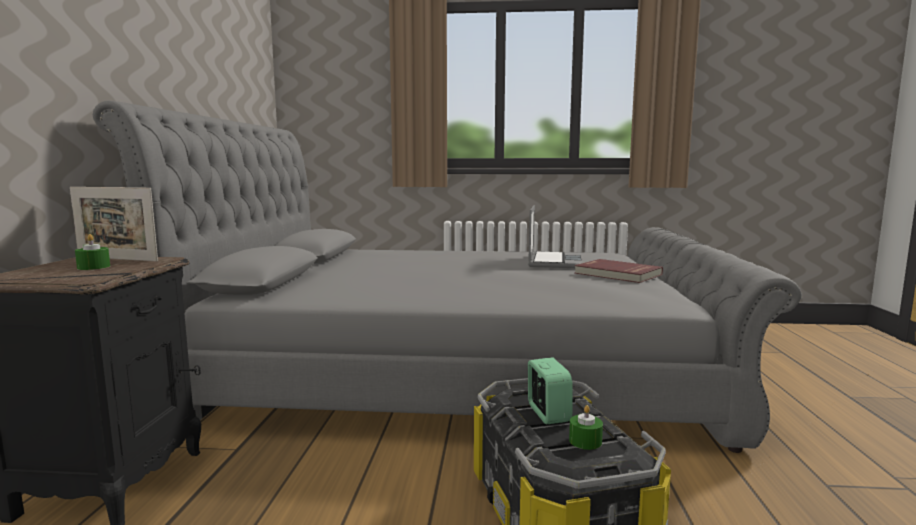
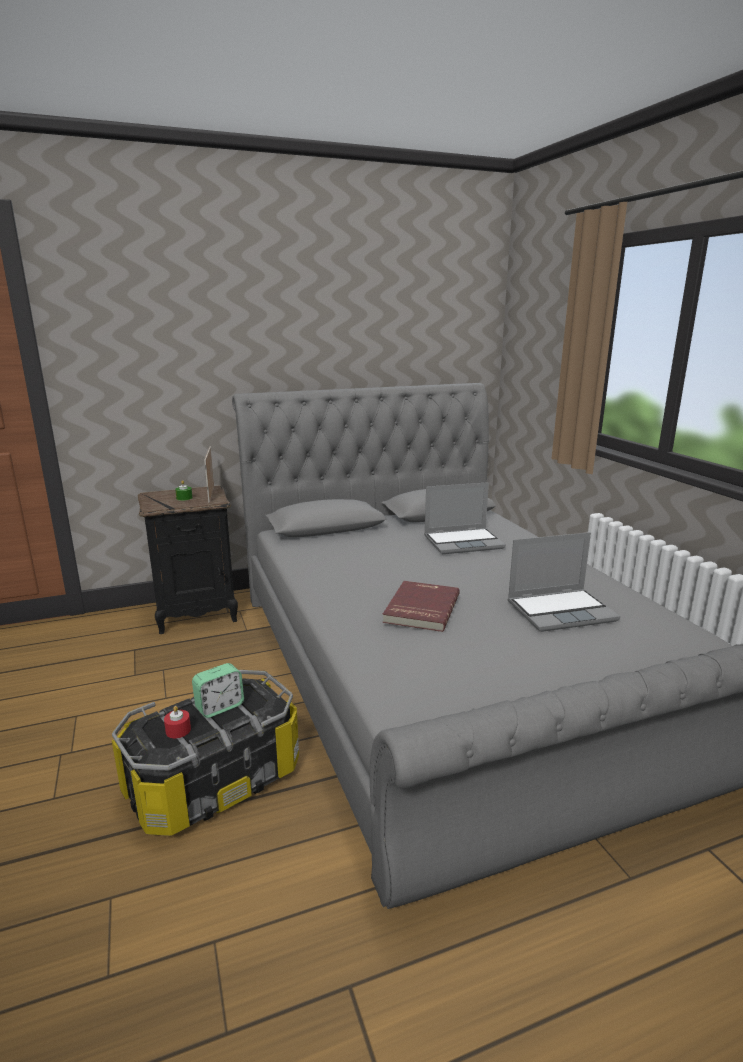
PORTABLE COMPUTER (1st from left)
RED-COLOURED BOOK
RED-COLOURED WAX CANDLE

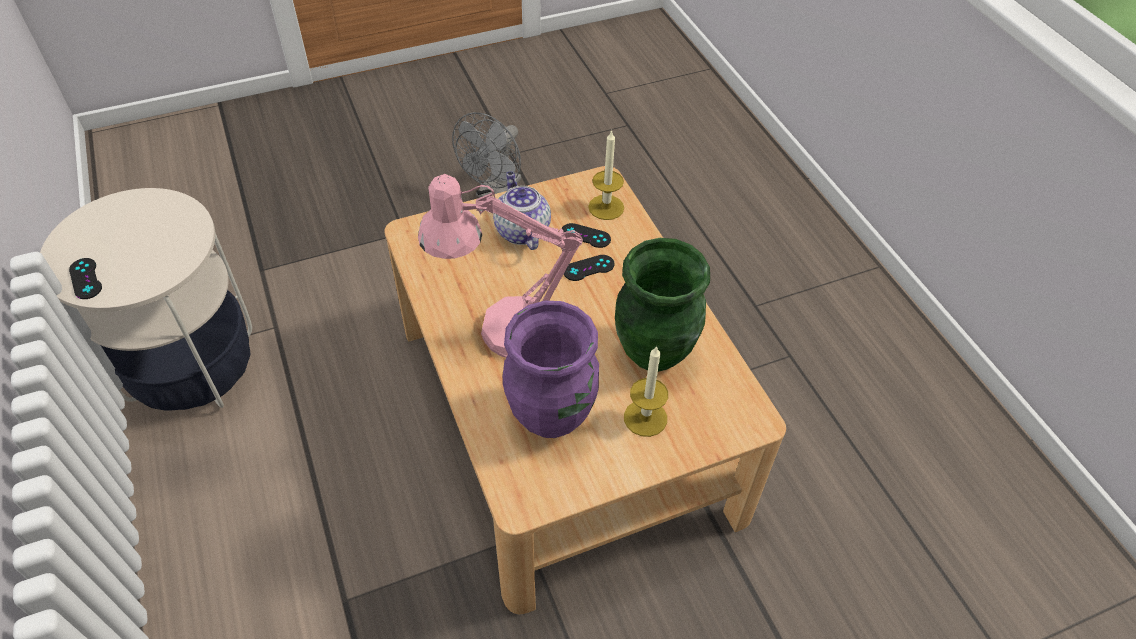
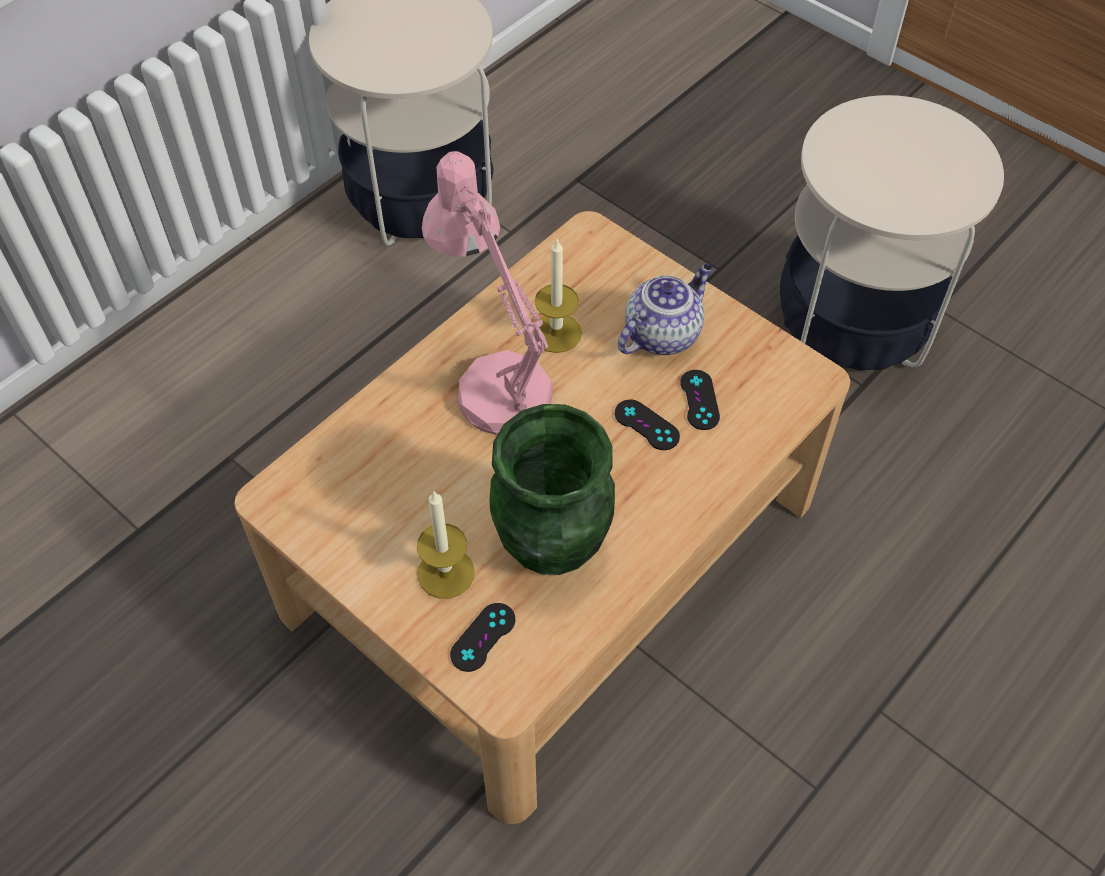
PURPLE DECORATIVE VASE
BLACKISH GAMEPAD (1st from left)
WAX CANDLE (2nd from left)
BEIGE SIDE TABLE (2nd from left)

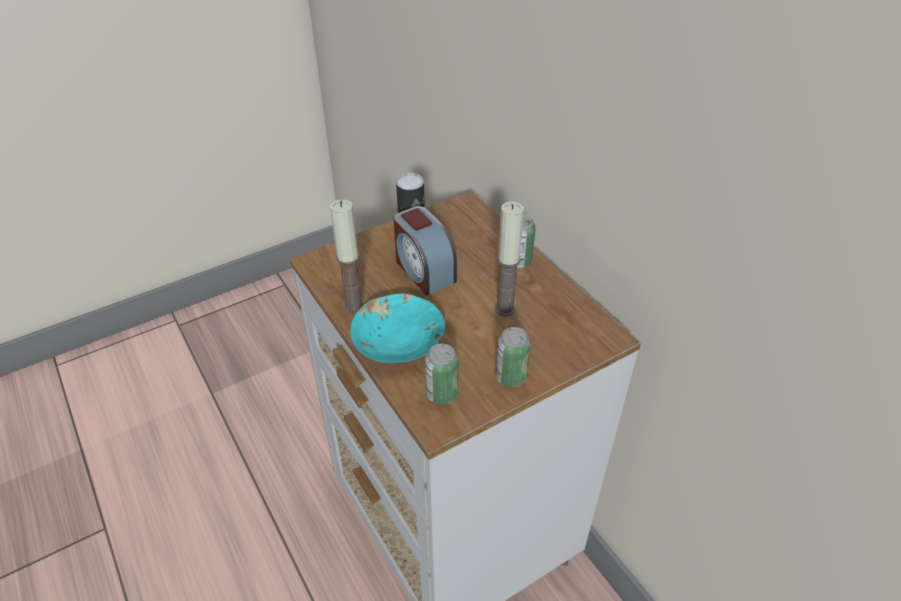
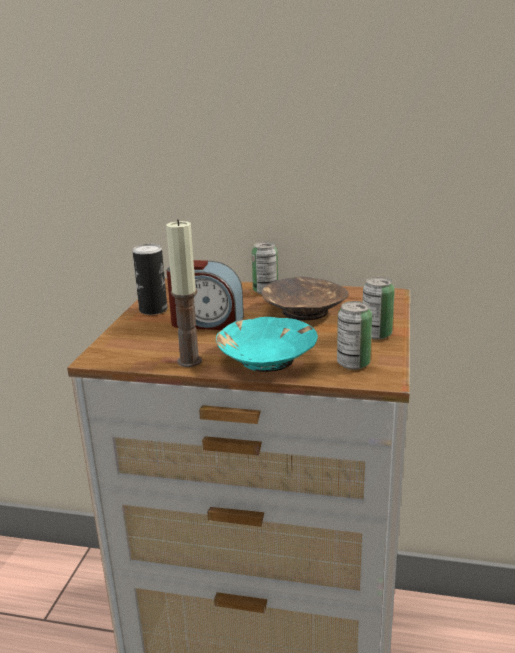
BROWNISH SERVING BOWL

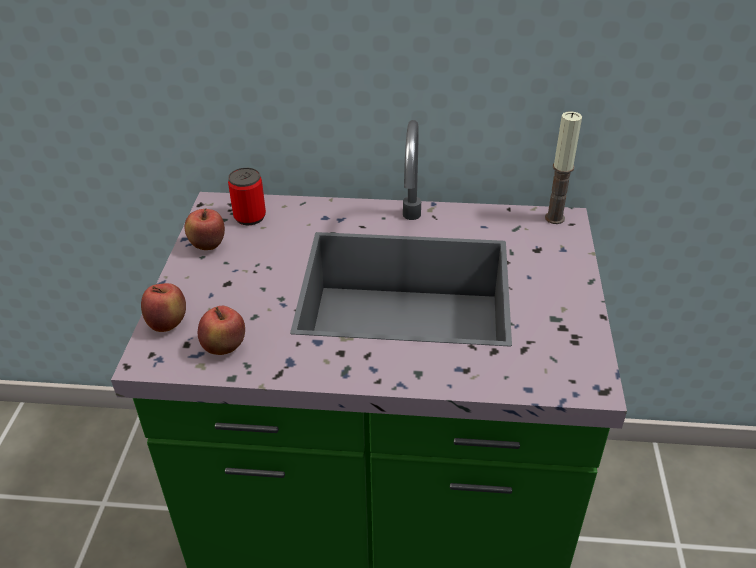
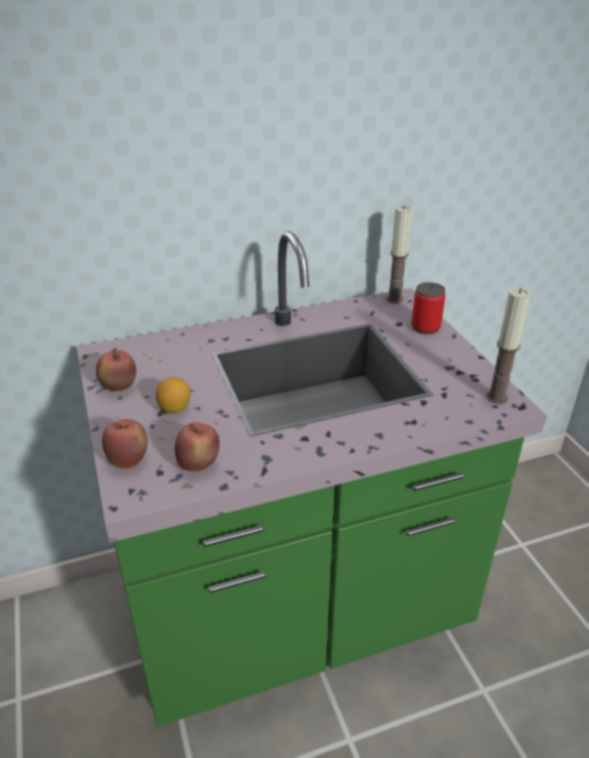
LEMON
WAX CANDLE (2nd from left)
METAL CAN

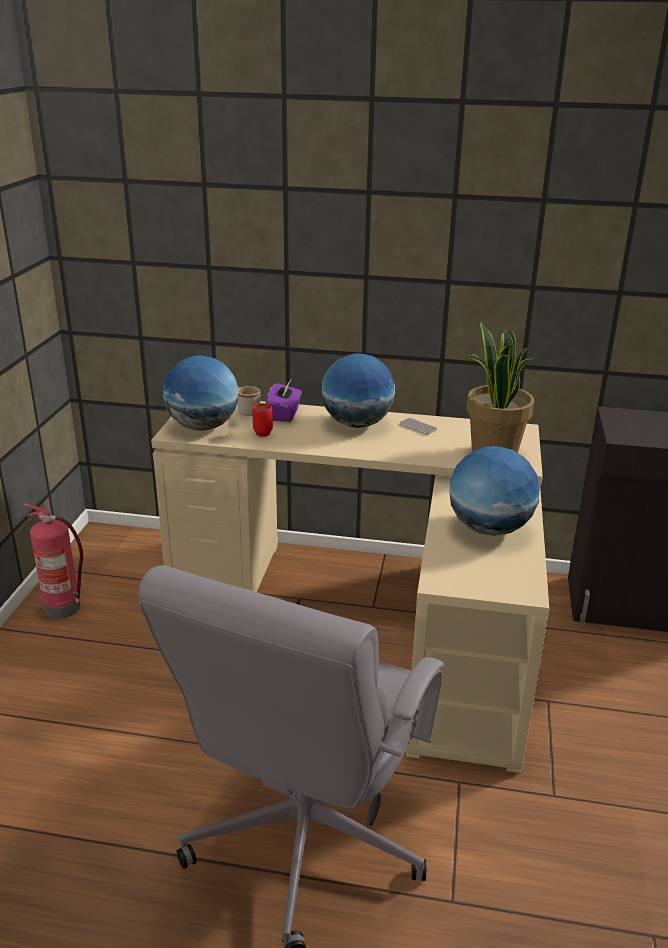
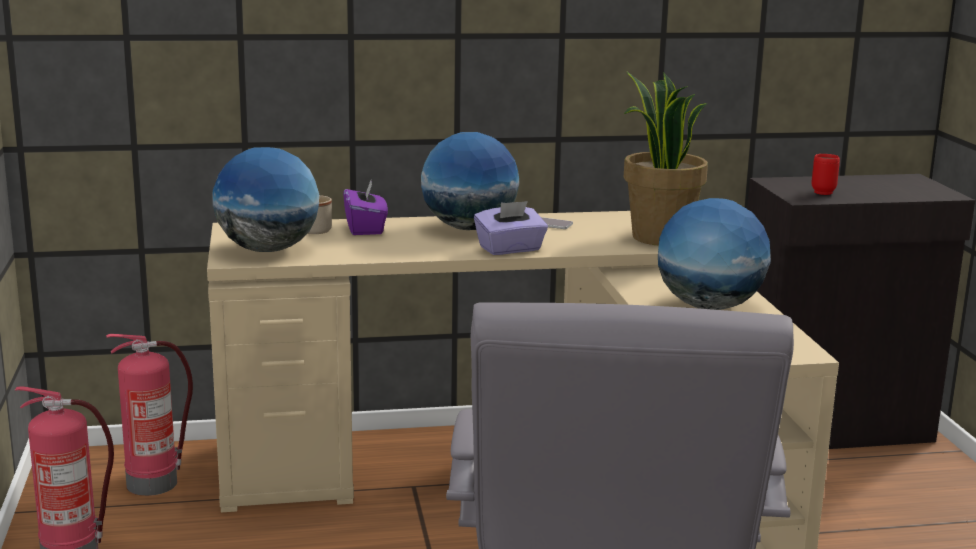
FIRE-FIGHTING CYLINDER (2nd from left)
PURPLE TISSUE HOLDER (2nd from left)
RED-COLOURED COFFEE MUG

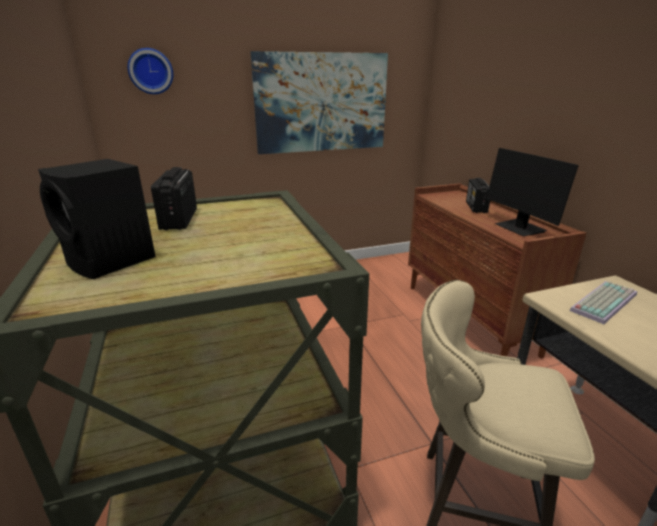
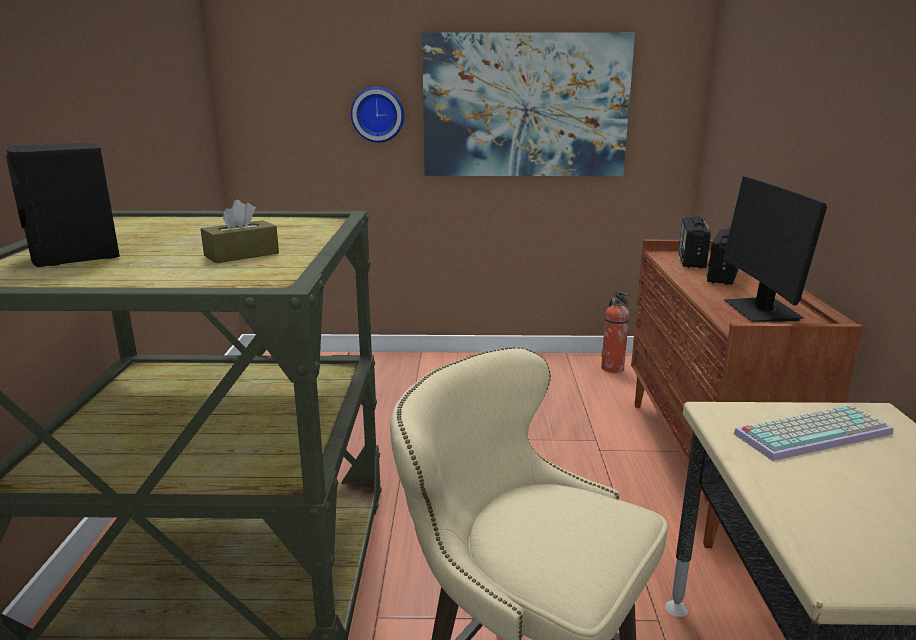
BROWNISH TISSUE HOLDER
FIRE-FIGHTING CYLINDER
CLOCK ON THE WALL
RADIO SET (1st from left)

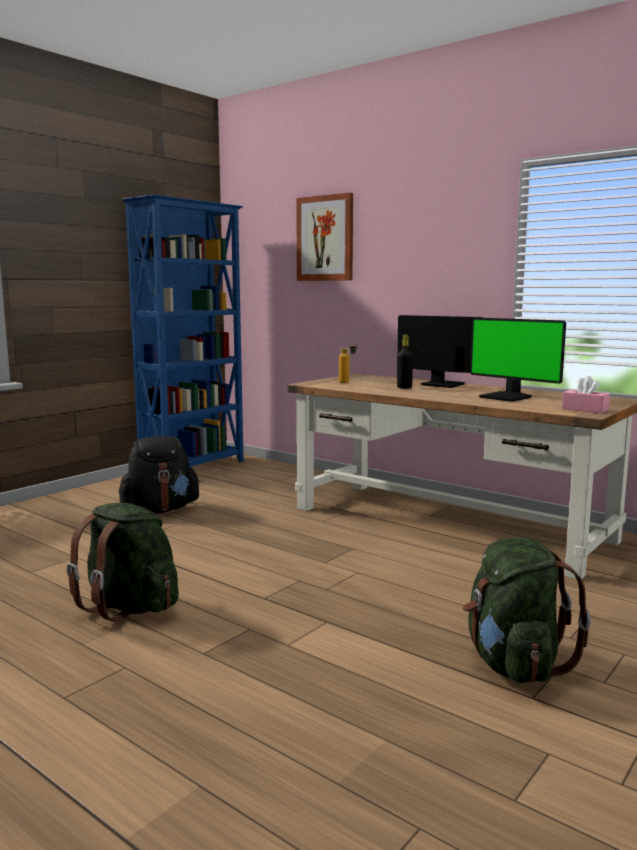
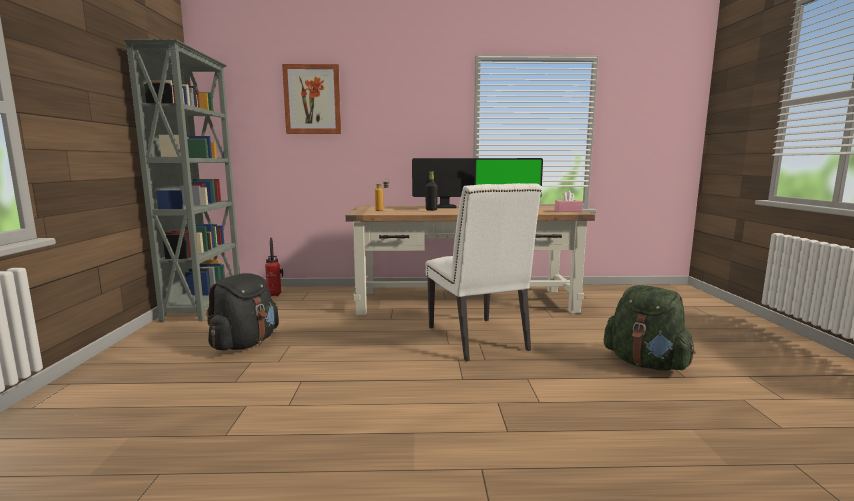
GREENISH RUCKSACK (1st from left in the first image)
FIRE-FIGHTING CYLINDER
WHITISH PLAIN CHAIR
GREYISH SHELVING UNIT

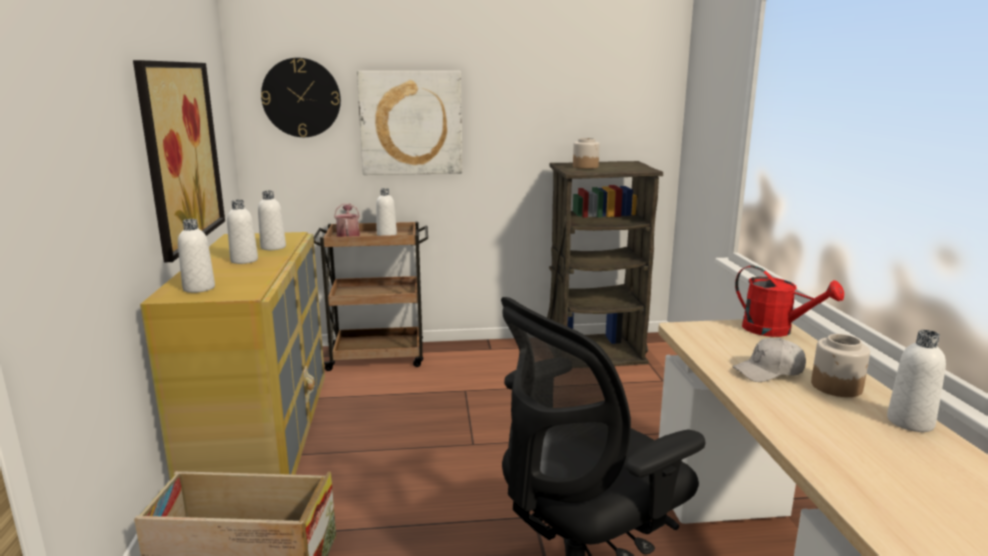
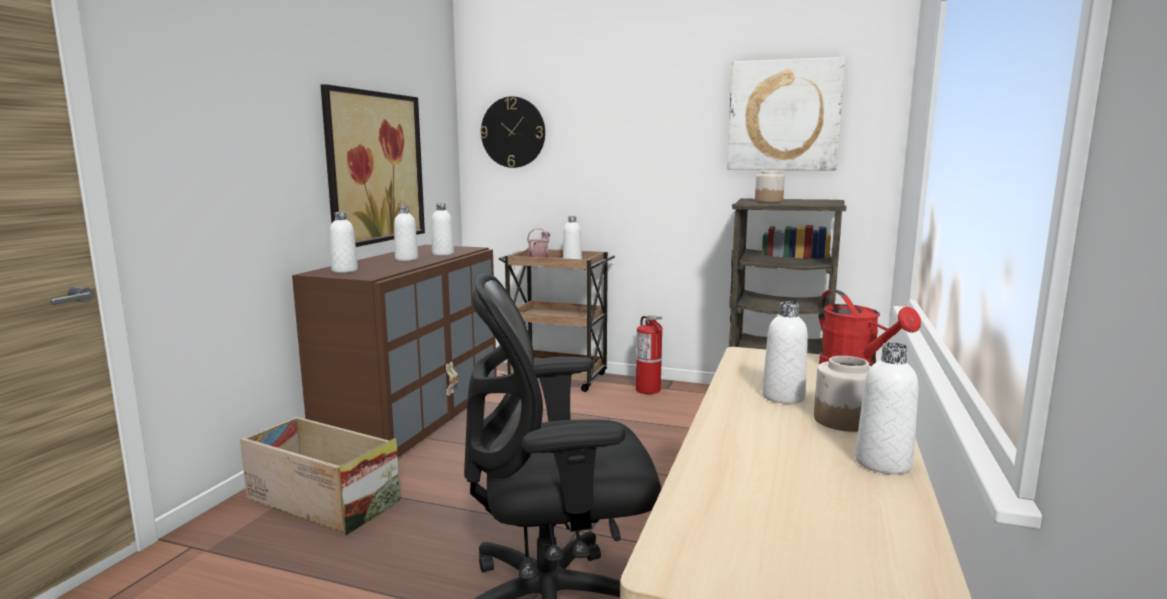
FIRE-FIGHTING CYLINDER
WALL PICTURE (2nd from left)
WHITISH BOTTLE (5th from left)
BROWNISH STORAGE CABINET

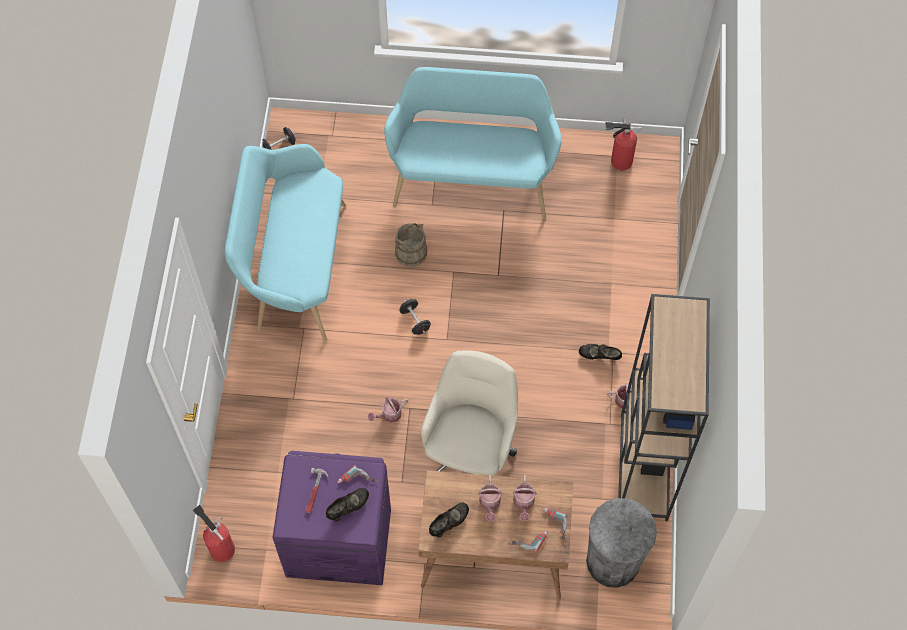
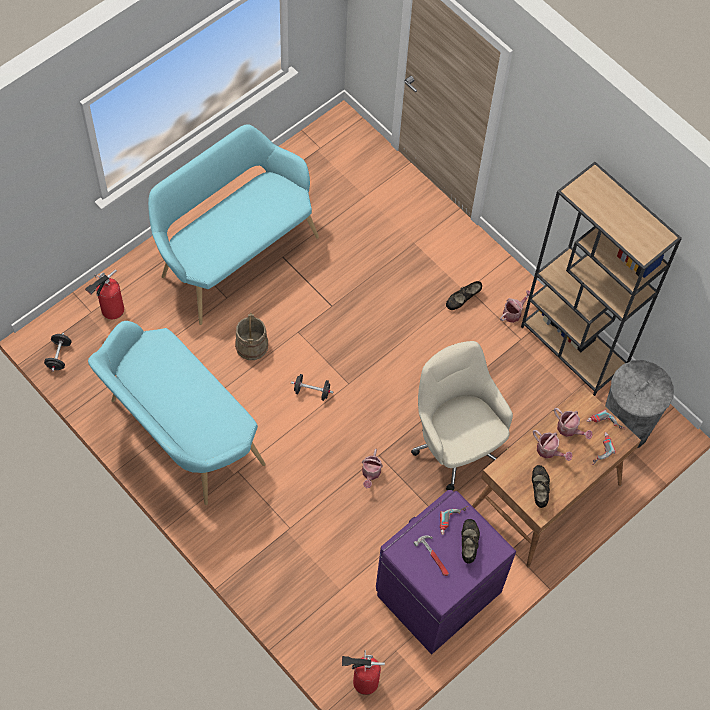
FIRE-FIGHTING CYLINDER (1st from left)

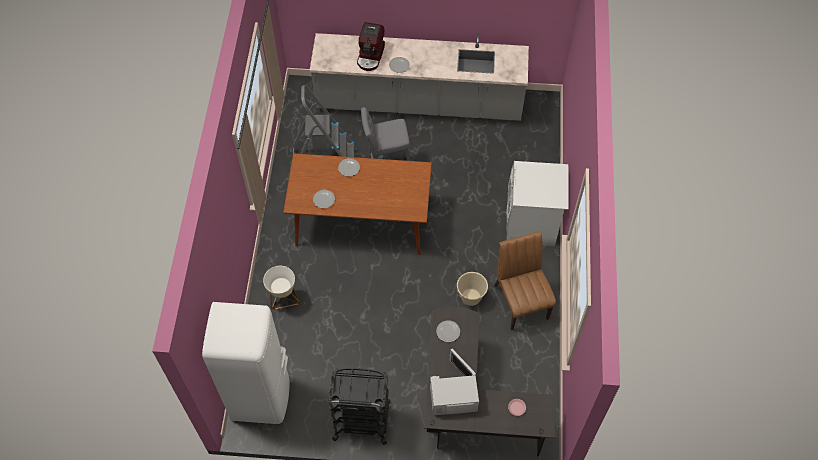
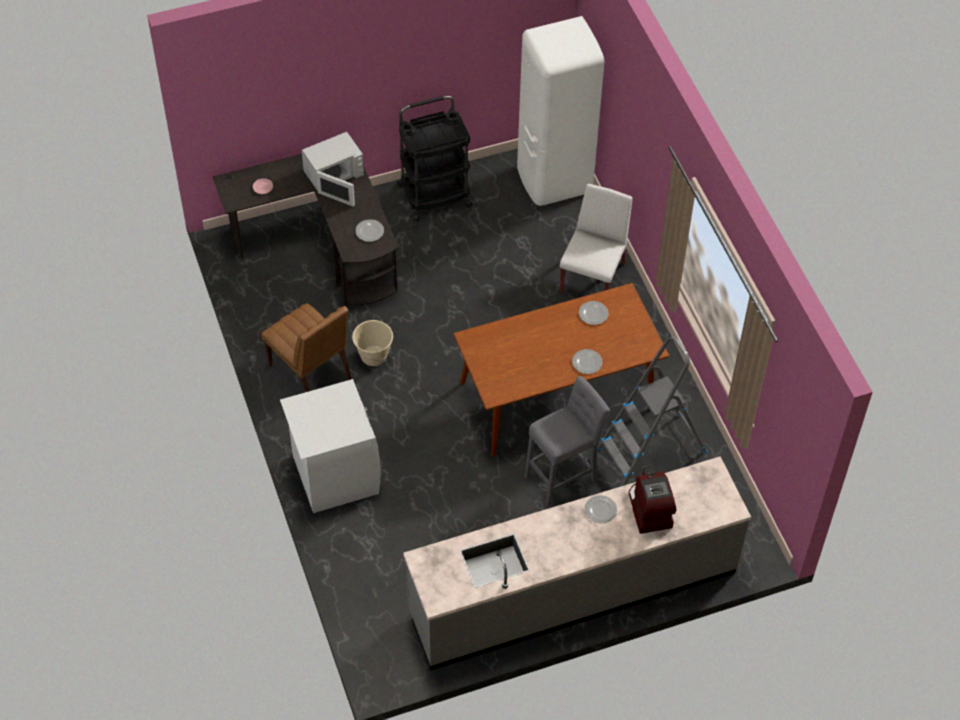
WHITISH PLAIN CHAIR

